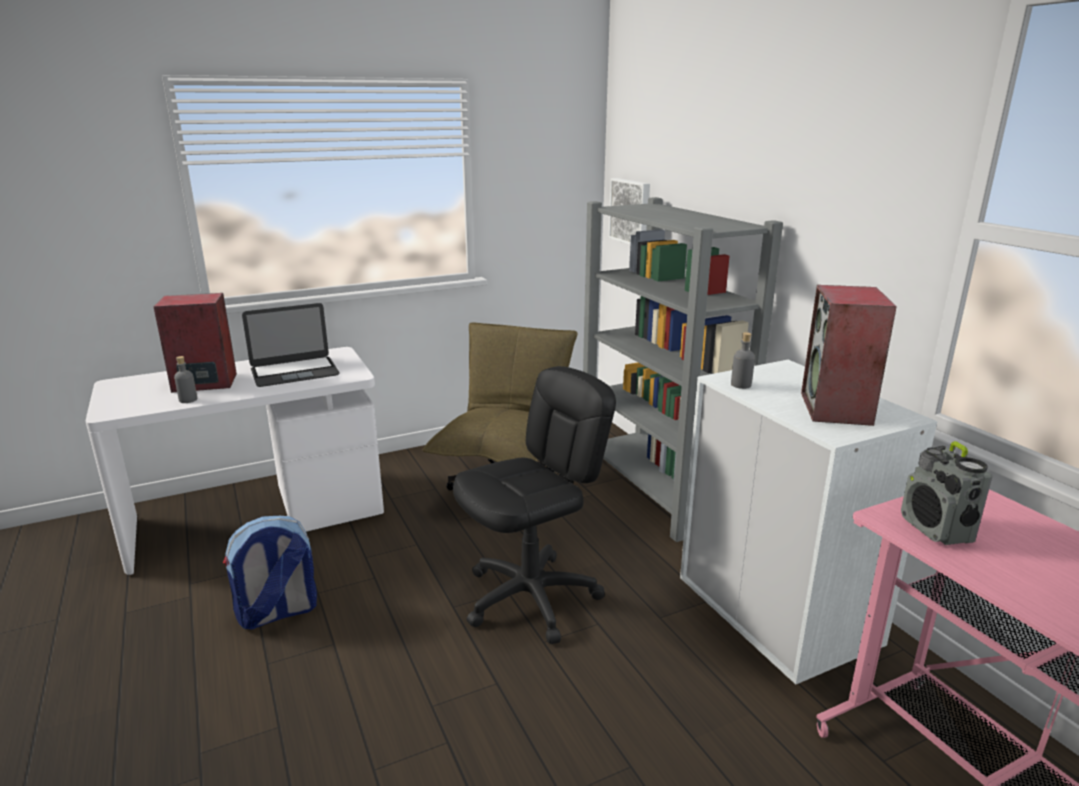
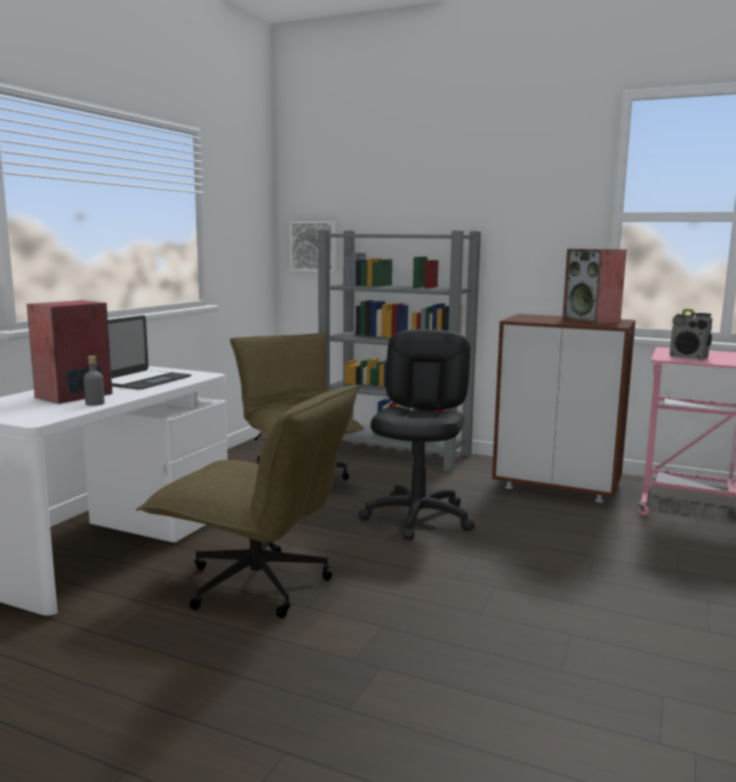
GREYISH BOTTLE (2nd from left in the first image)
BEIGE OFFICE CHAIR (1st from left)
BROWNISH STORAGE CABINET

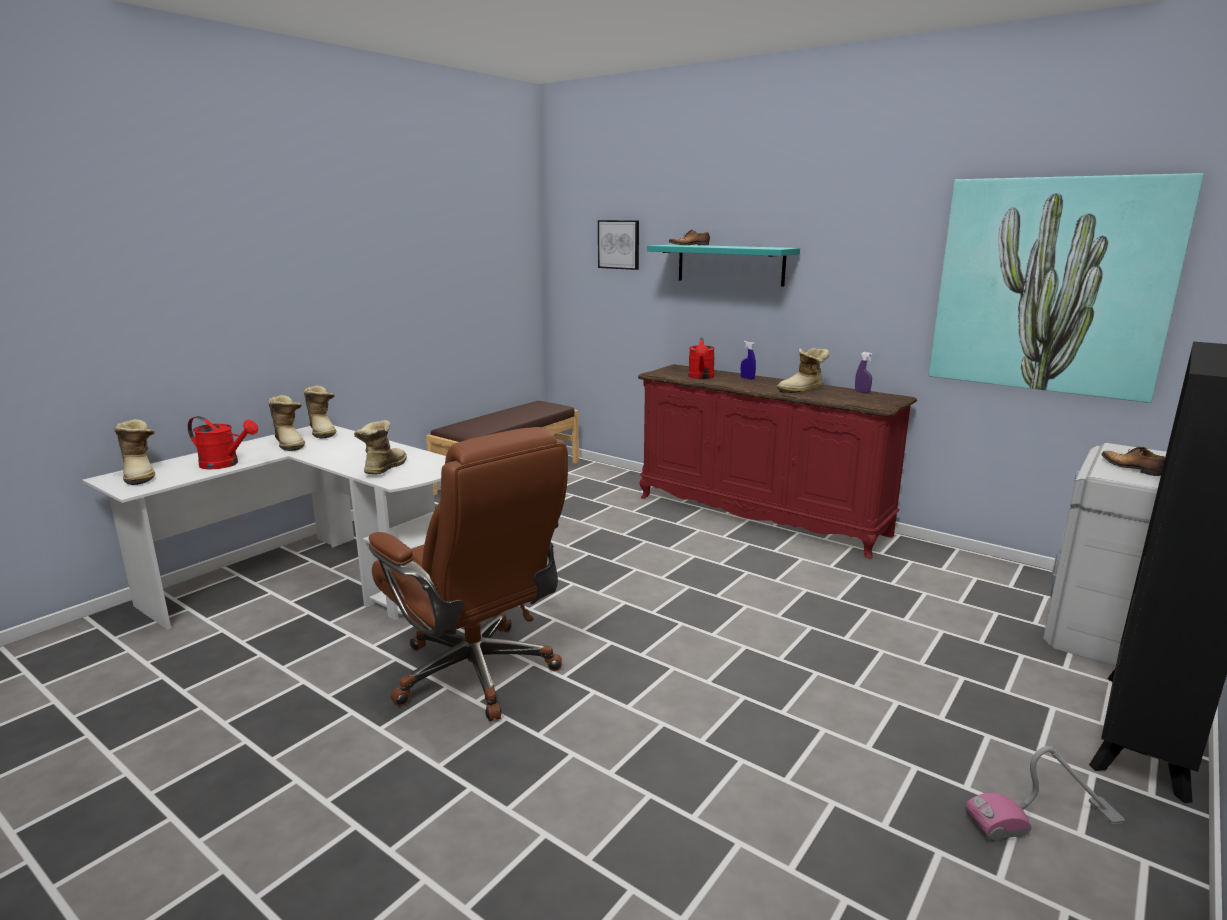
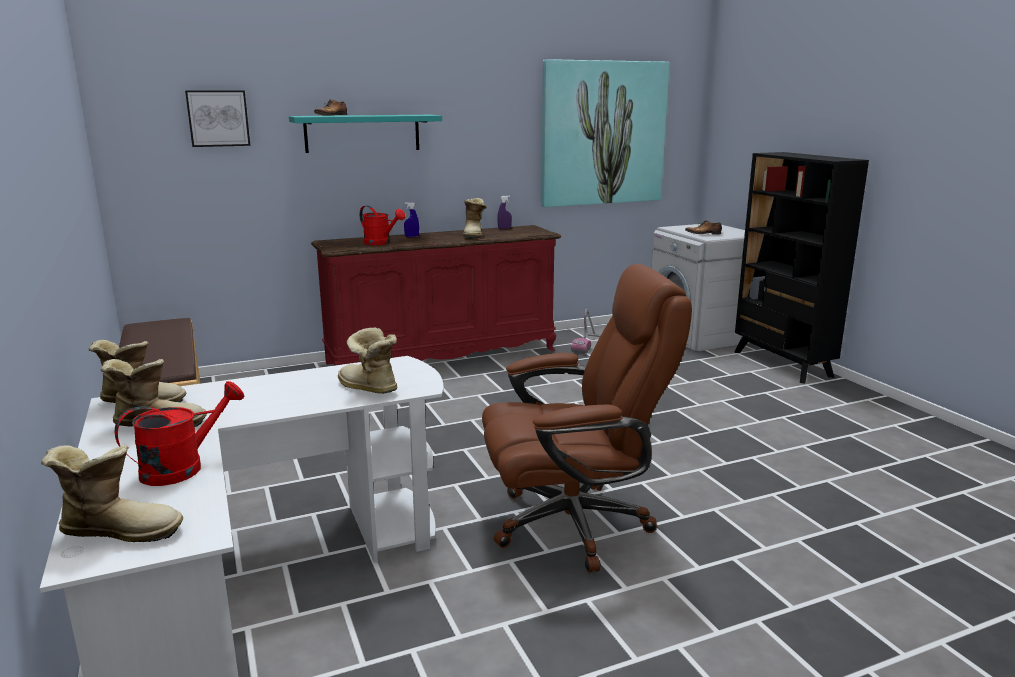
VACUUM

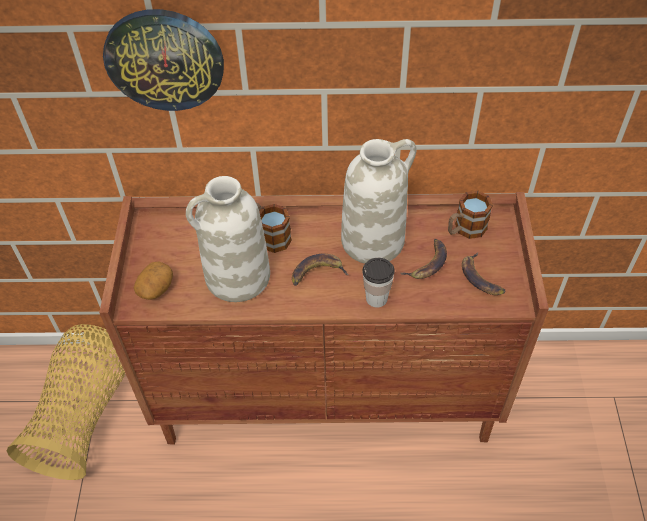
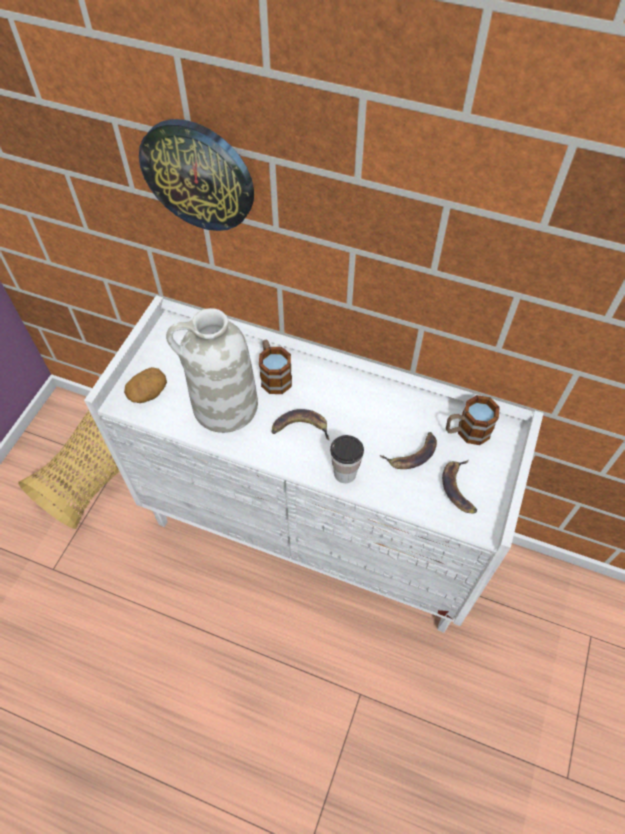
WHITISH DECORATIVE VASE (2nd from left in the first image)
WHITISH STORAGE CABINET

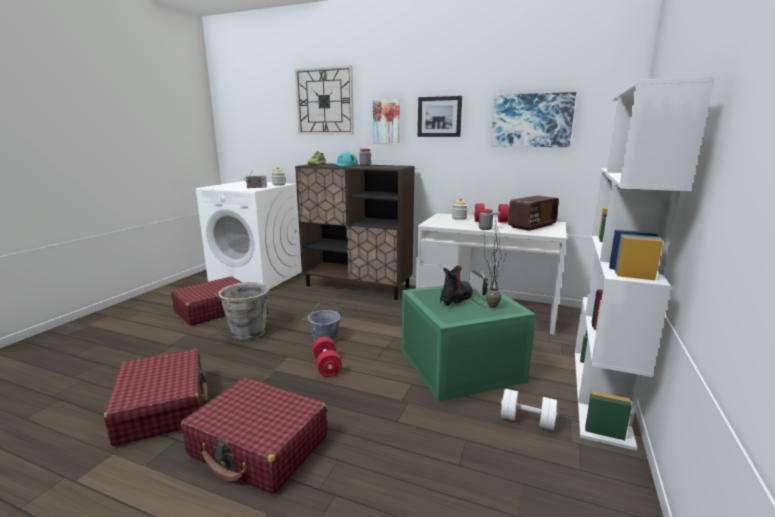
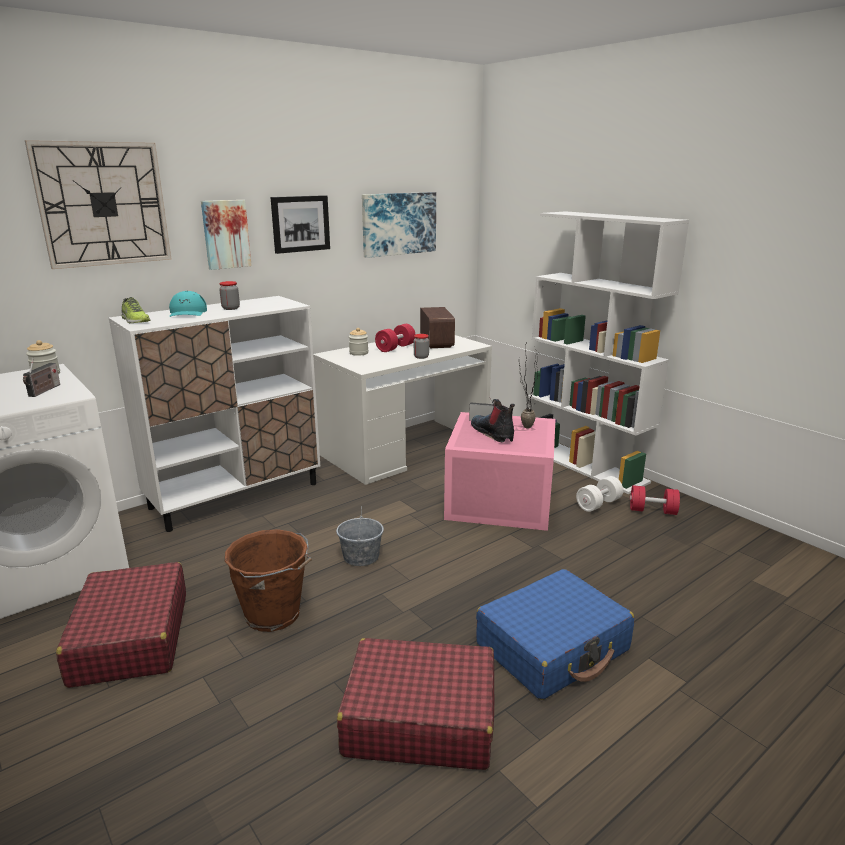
RED-COLOURED FREE WEIGHT (2nd from left)
BLUISH TRAVEL CASE
BROWNISH BUCKET
WHITISH STORAGE CABINET
PINK STORAGE BIN

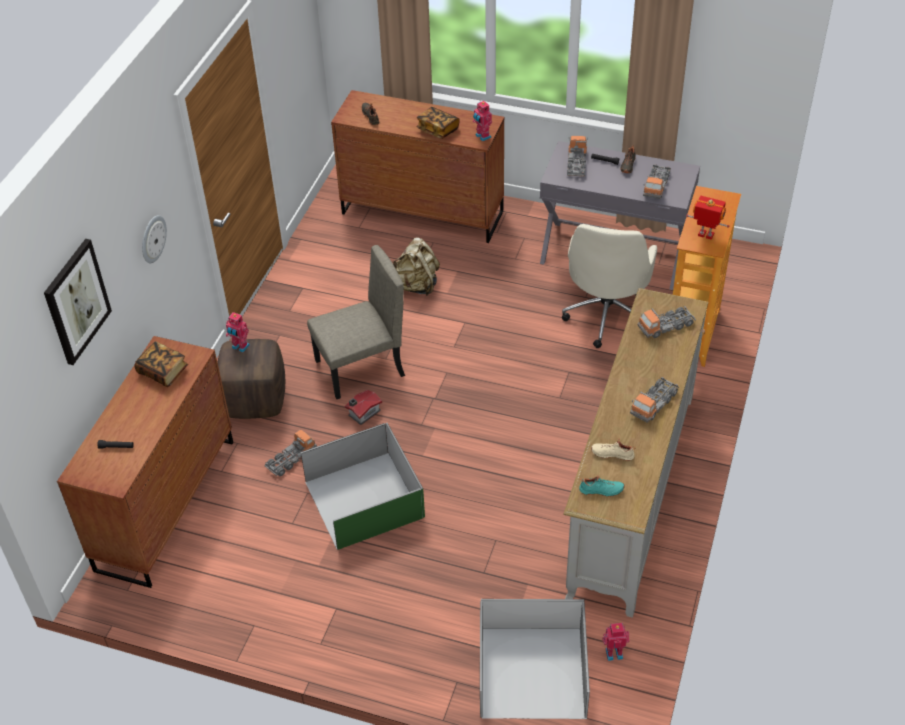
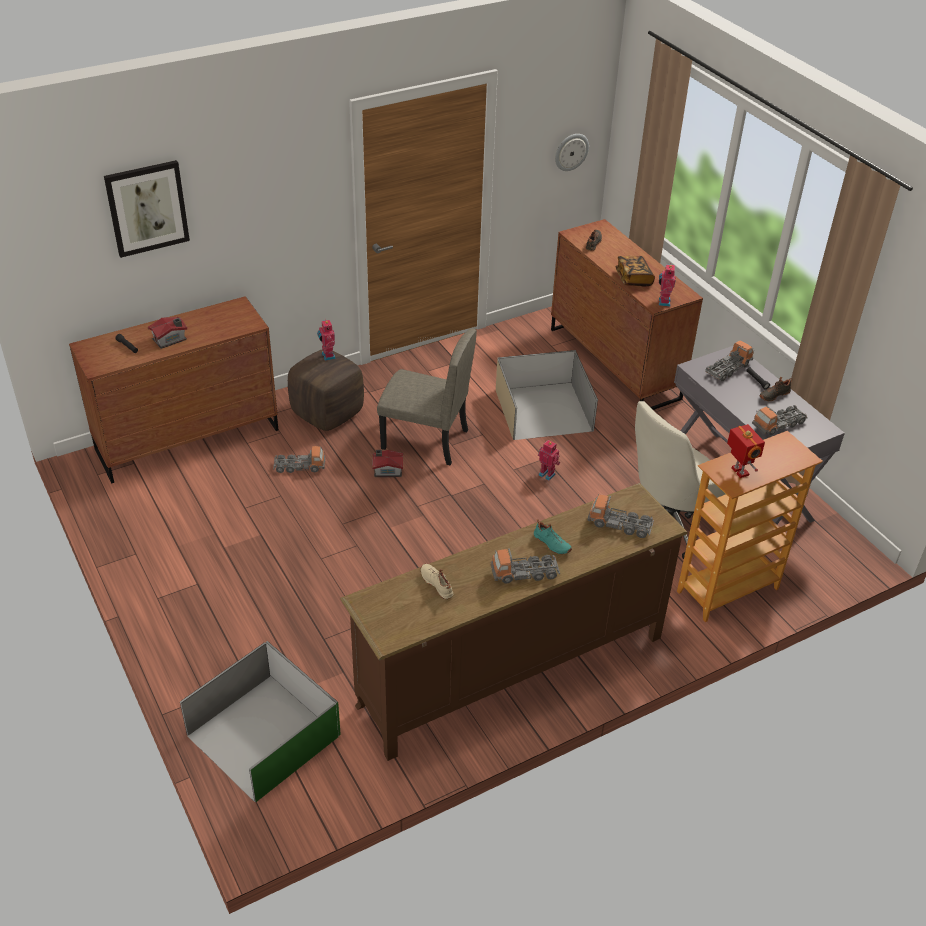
BOOK (1st from left in the first image)
GREENISH STORAGE BIN (1st from left in the first image)
MINIATURE HOUSE (1st from left)
CLOCK ON THE WALL
BLUE-GREEN ITEM OF FOOTWEAR
MODEL ROBOT (2nd from left)
BEIGE STORAGE BIN
BROWNISH STORAGE CABINET

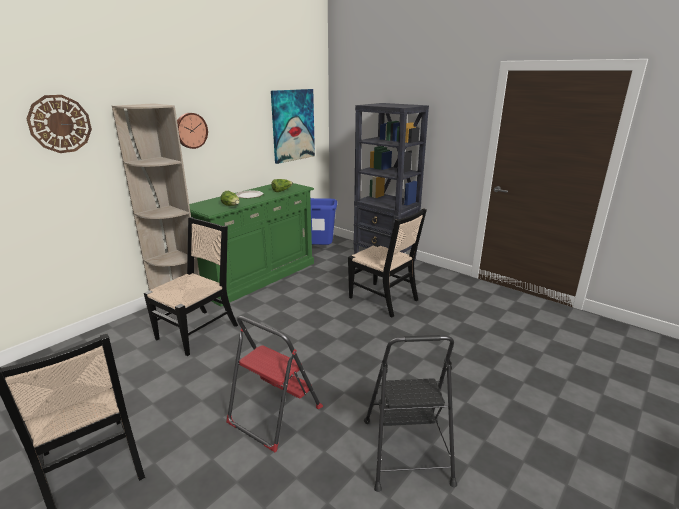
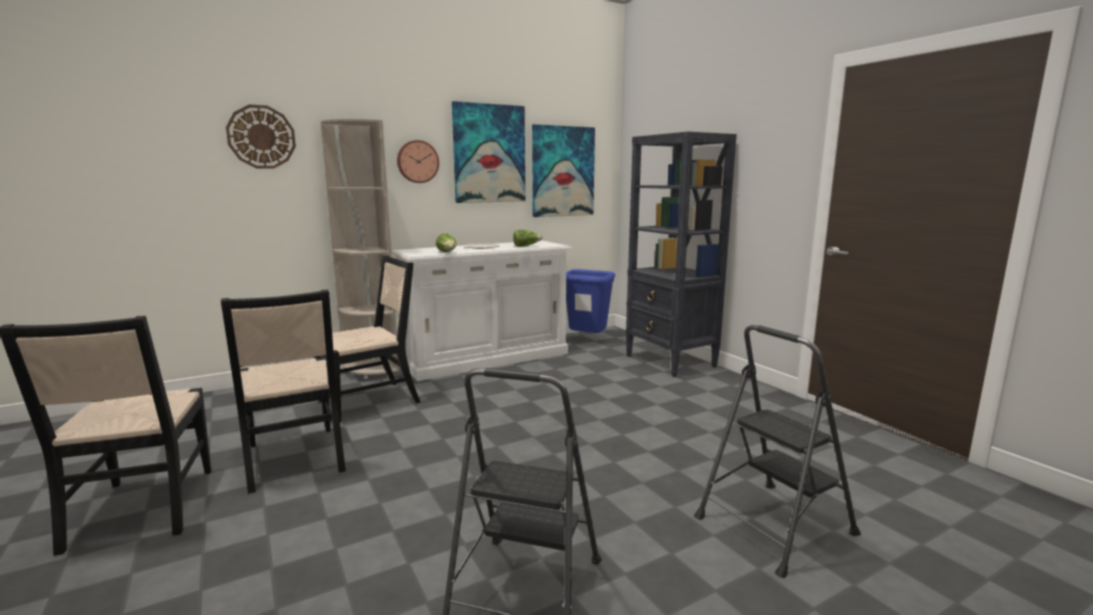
RED-COLOURED STEP STOOL
WALL PICTURE (1st from left)
BLACKISH STEP STOOL (2nd from left)
PLAIN CHAIR (2nd from left)
WHITISH STORAGE CABINET

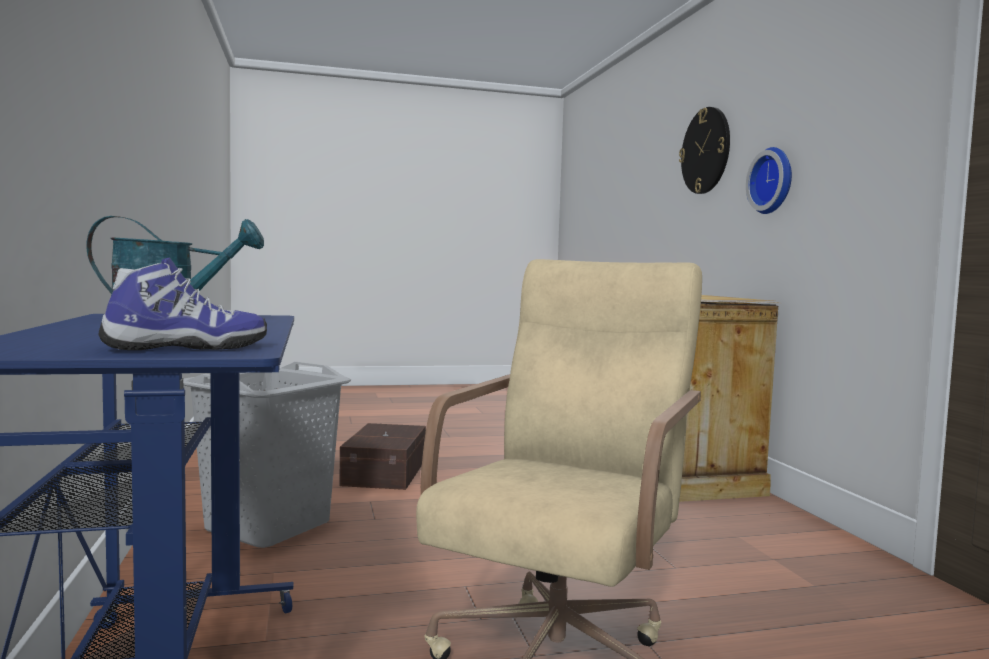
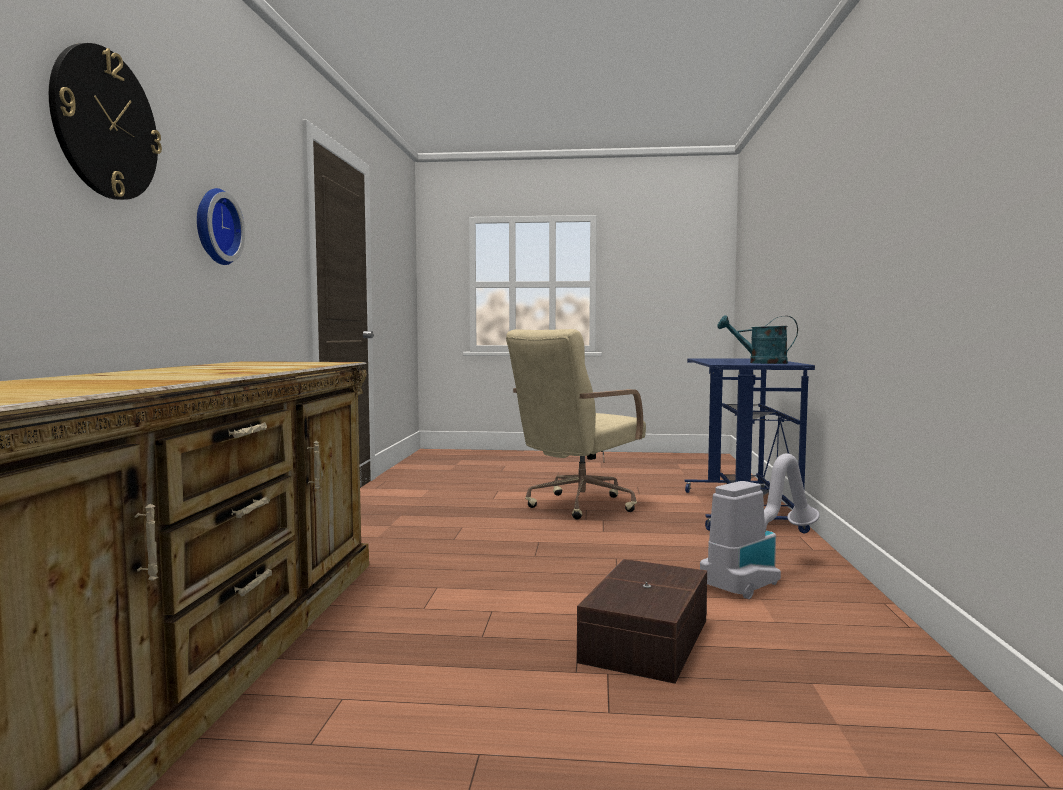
ITEM OF FOOTWEAR
VACUUM

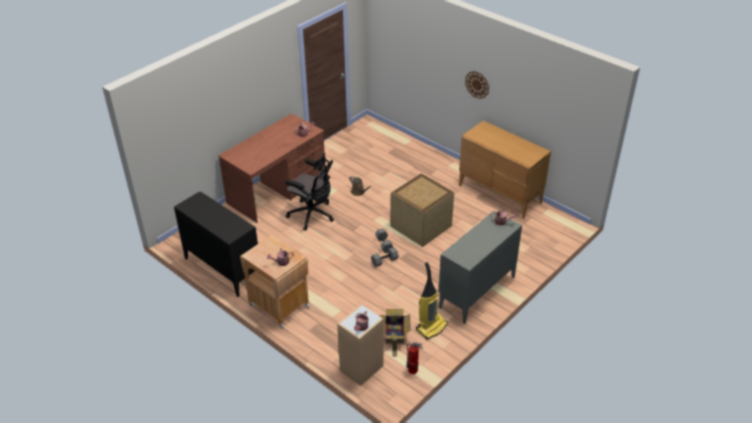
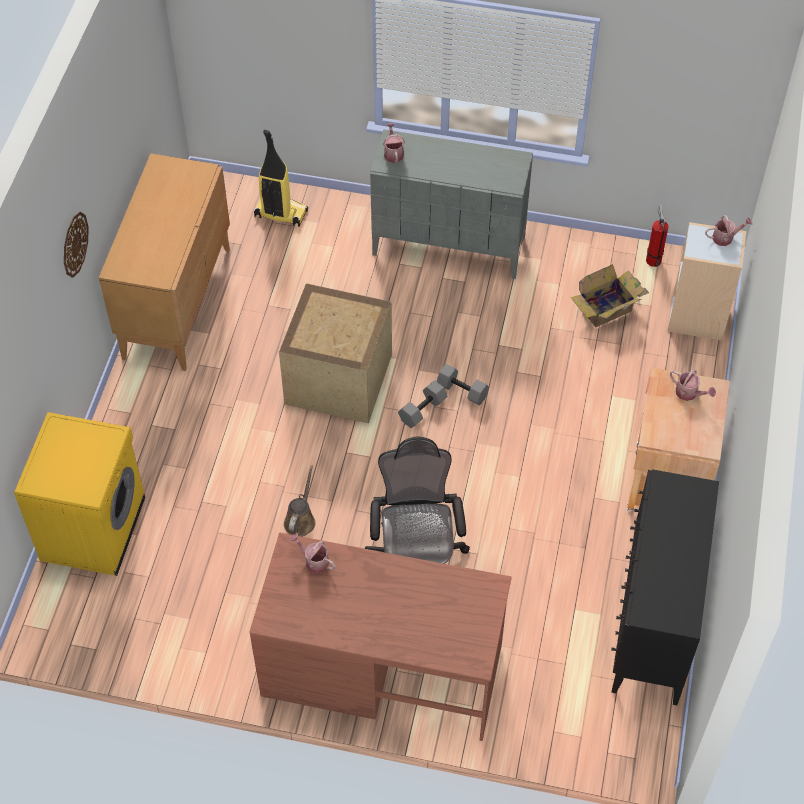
YELLOWISH WASHING MACHINE
VACUUM

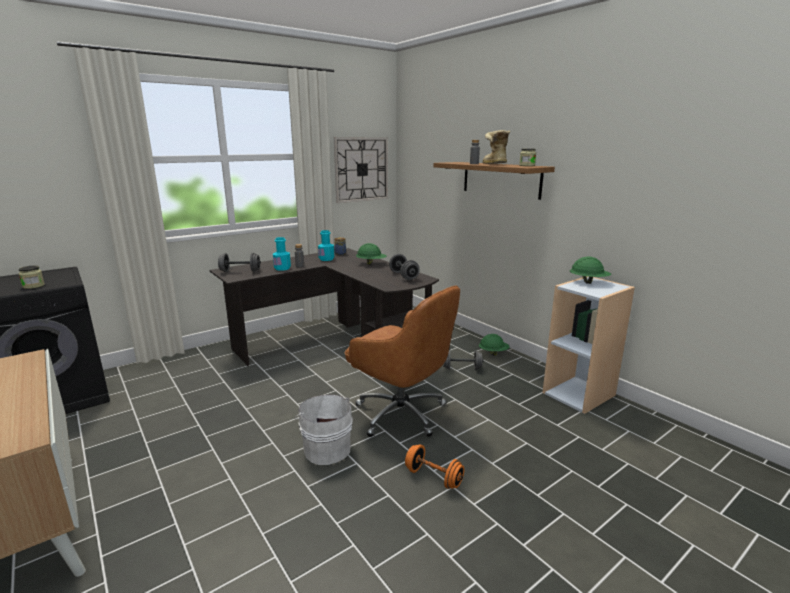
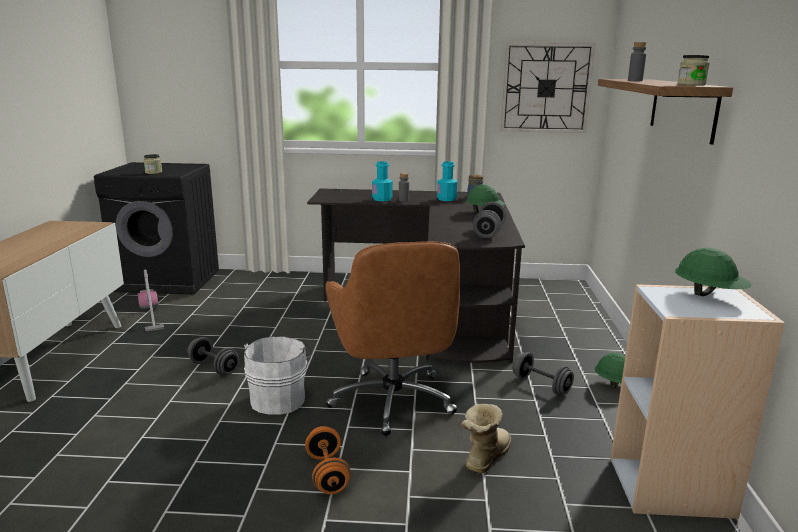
VACUUM
GREYISH FREE WEIGHT (1st from left)
BOOT

